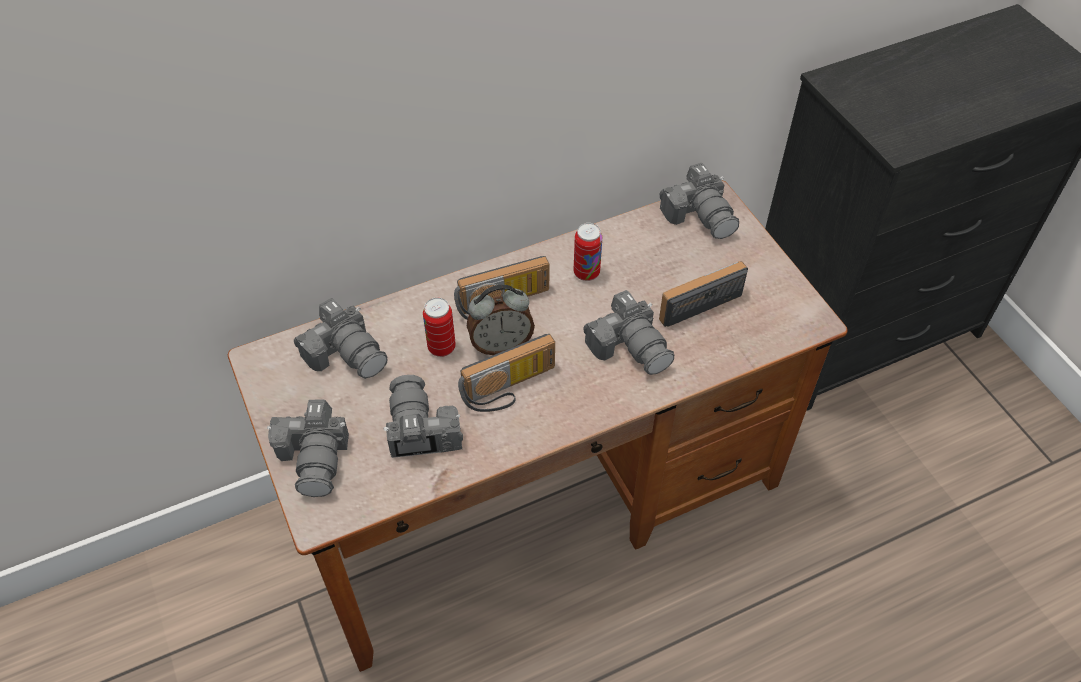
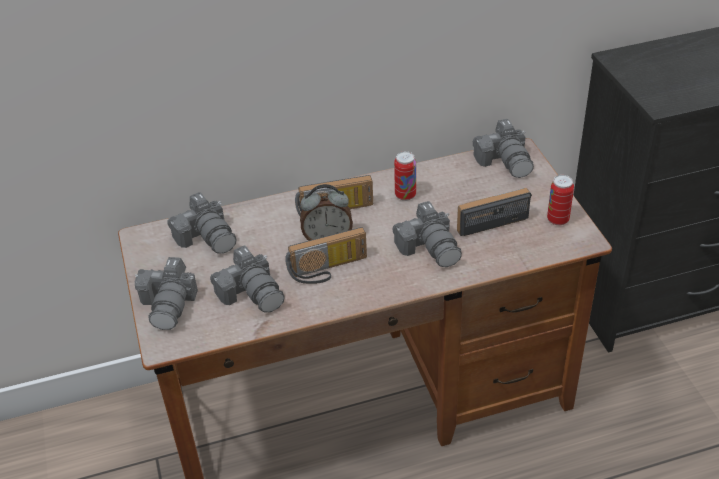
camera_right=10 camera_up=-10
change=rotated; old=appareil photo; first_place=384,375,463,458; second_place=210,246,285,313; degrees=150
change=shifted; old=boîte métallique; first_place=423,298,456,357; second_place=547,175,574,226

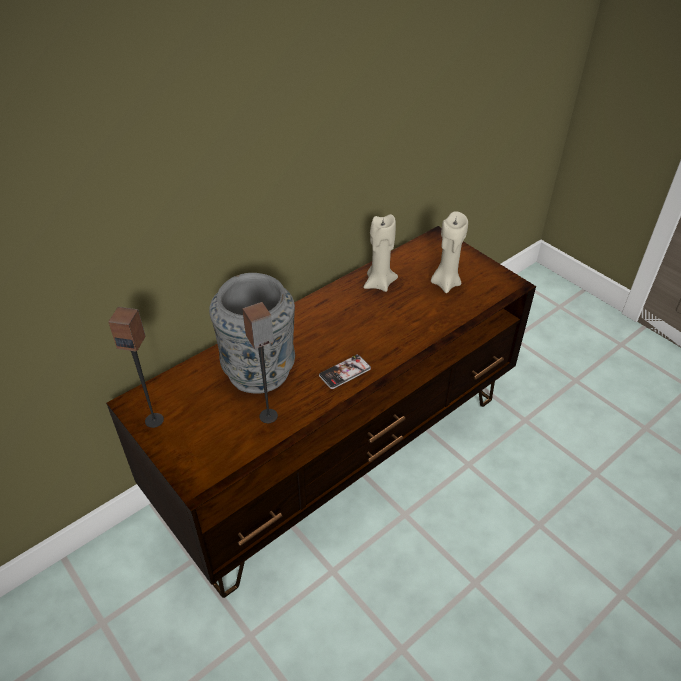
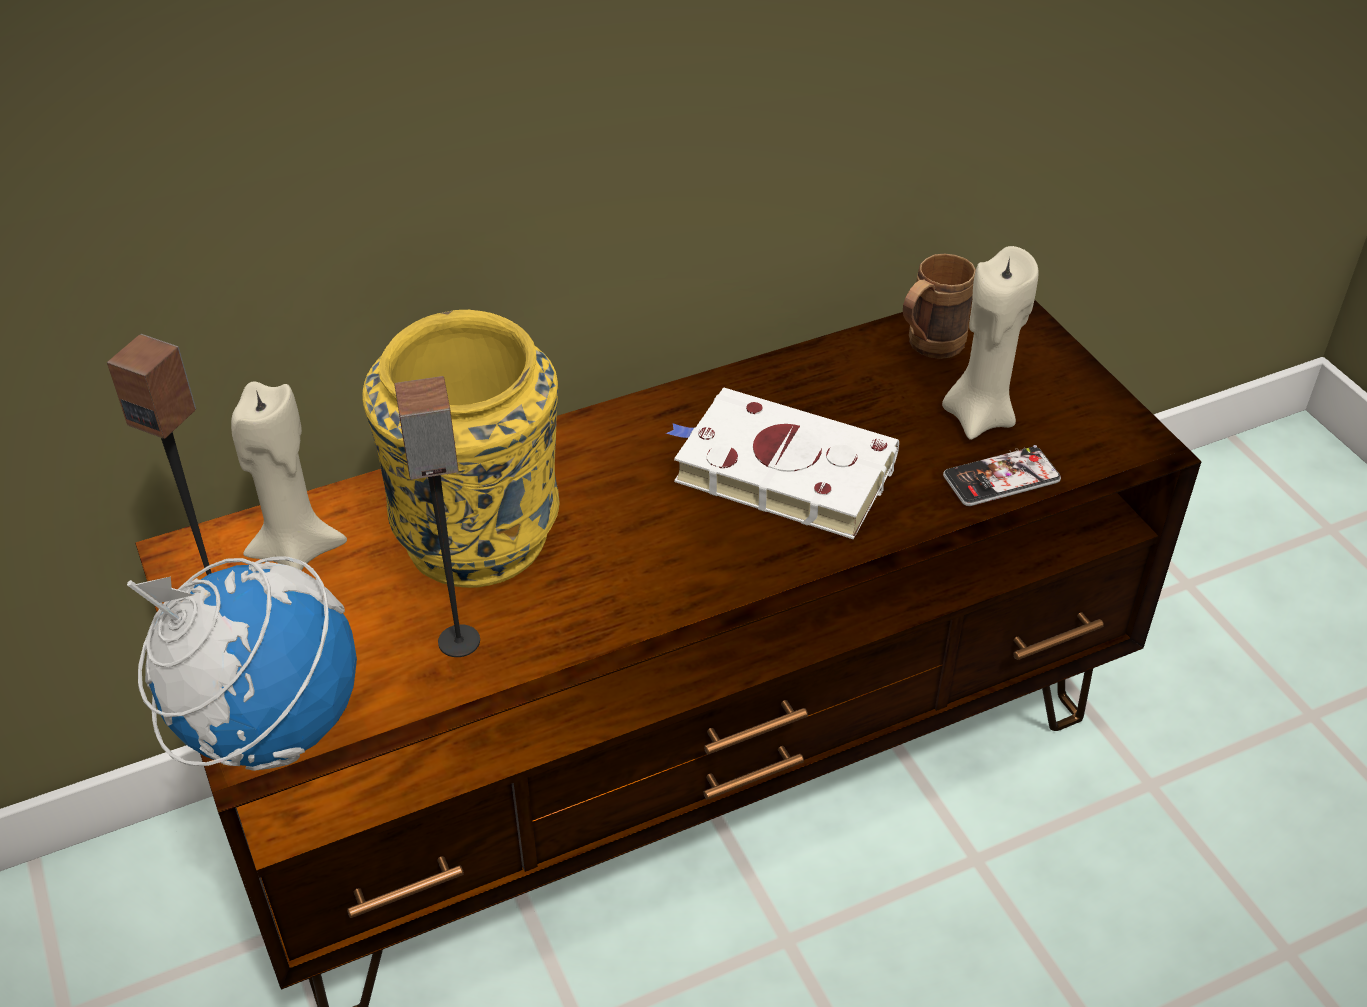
camera_right=15 camera_up=0
change=new; new=globe; second_place=127,556,357,771
change=shifted; old=bougie/beige; first_place=364,214,398,292; second_place=231,382,347,571
change=repainted; old=vase/gris; new=vase/jaune; first_place=209,273,295,394; second_place=362,310,560,588
change=new; new=livre/blanc; second_place=666,387,899,540
change=new; new=mug/marron; second_place=903,254,976,359
change=shifted; old=téléphone; first_place=319,354,371,389; second_place=943,445,1061,506

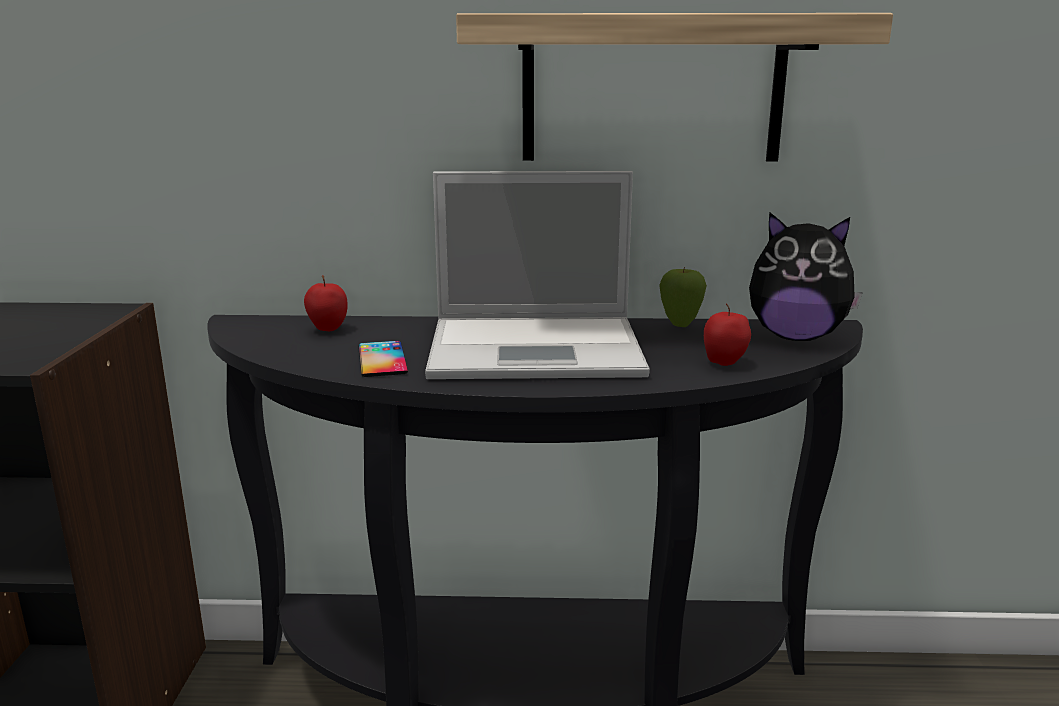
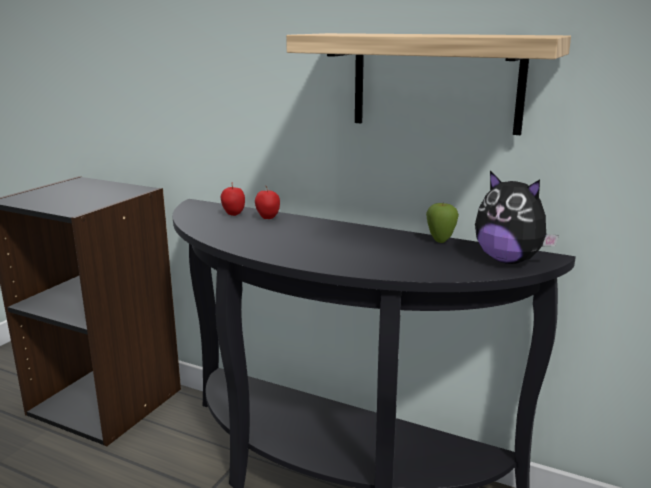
camera_right=25 camera_up=0
change=shifted; old=pomme; first_place=704,304,751,366; second_place=255,186,280,219
change=gone; old=téléphone; first_place=358,341,408,377
change=gone; old=ordinateur portable; first_place=425,171,650,379

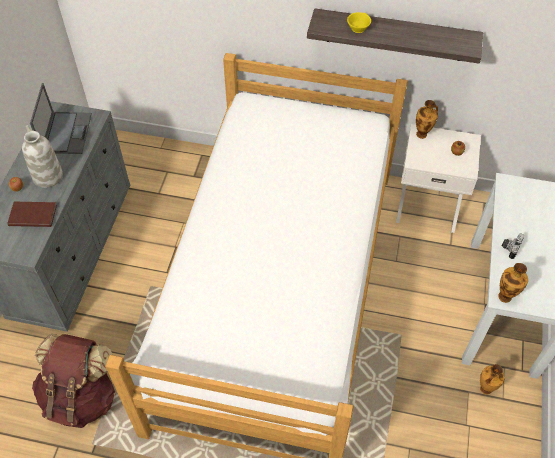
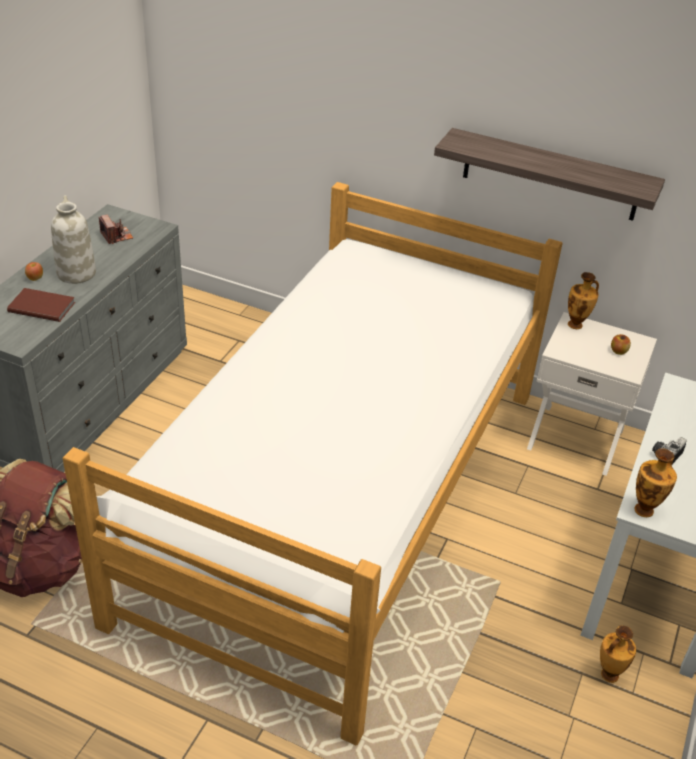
camera_right=10 camera_up=-15
change=swapped; old=ordinateur portable; new=appareil photo; first_place=30,83,92,154; second_place=99,215,133,244
change=gone; old=tasse/jaune; first_place=347,12,371,33

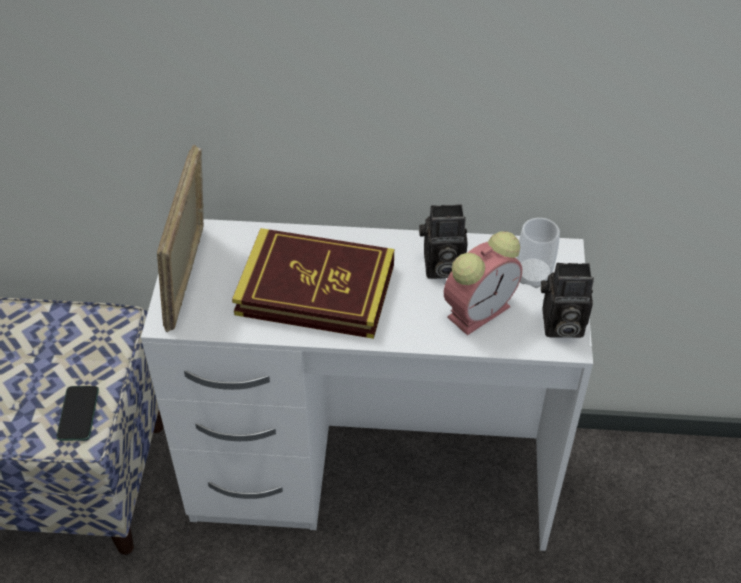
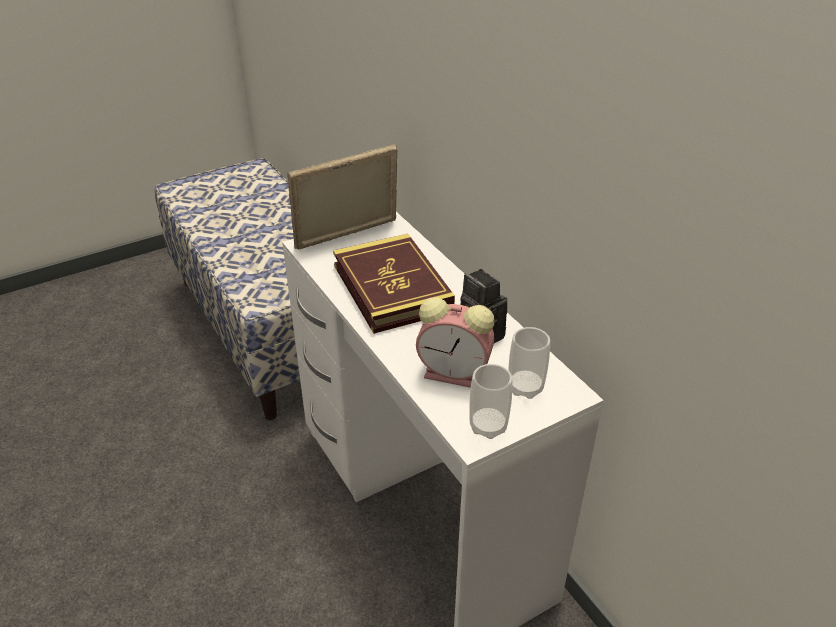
camera_right=55 camera_up=-10
change=swapped; old=appareil photo; new=tasse; first_place=541,263,594,338; second_place=469,364,512,439
change=gone; old=téléphone; first_place=57,386,99,441

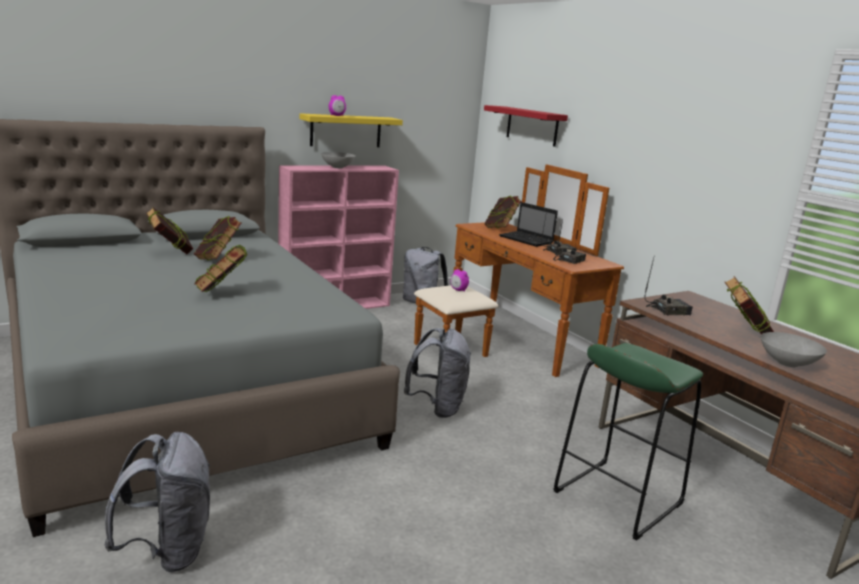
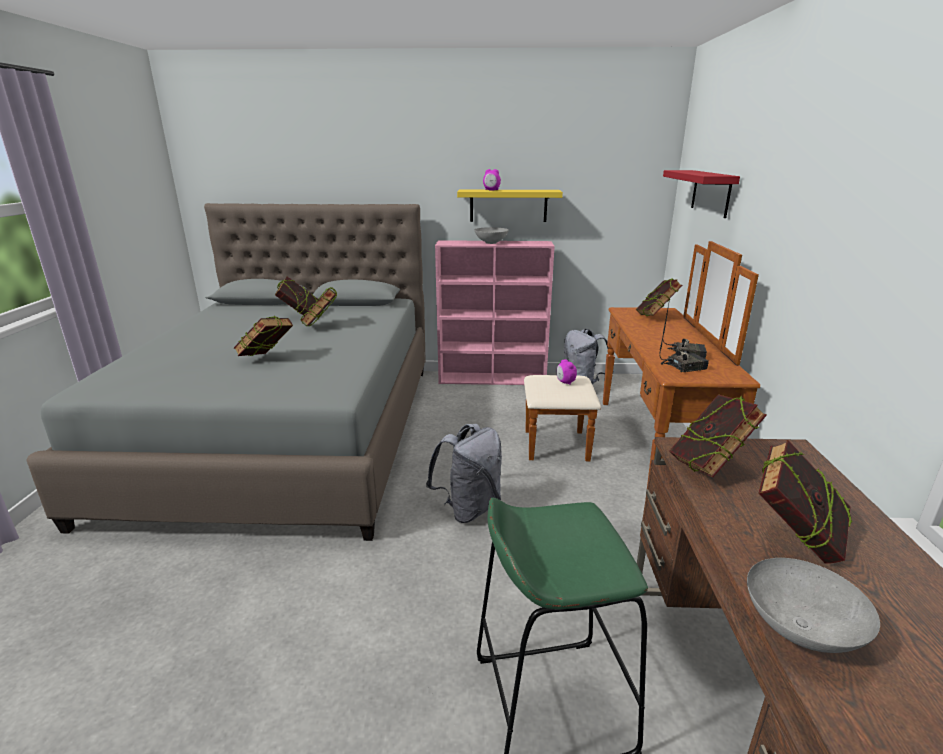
camera_right=35 camera_up=5
change=swapped; old=radio; new=livre; first_place=645,258,693,315; second_place=669,394,767,478
change=gone; old=sac à dos/gris; first_place=104,432,211,572
change=gone; old=ordinateur portable; first_place=499,202,558,247

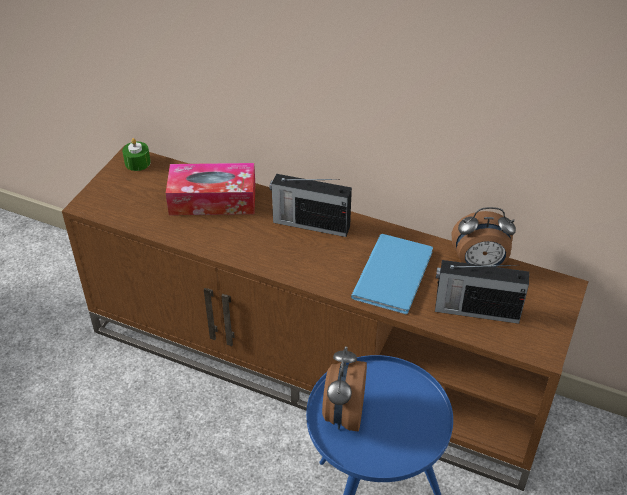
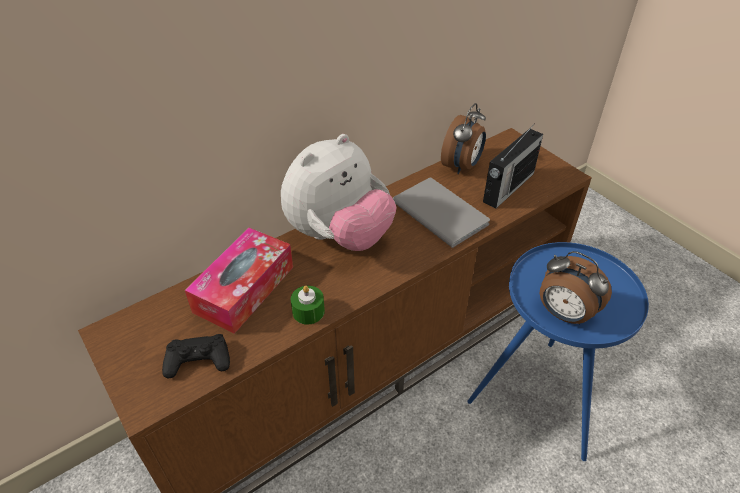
camera_right=-60 camera_up=0
change=new; new=manette/noir; second_place=162,334,230,378
change=swapped; old=radio; new=peluche; first_place=269,174,352,237; second_place=281,134,396,251
change=shifted; old=bougie/vert; first_place=122,138,151,171; second_place=291,285,325,325
change=repainted; old=livre/bleu; new=livre/gris; first_place=351,234,433,314; second_place=393,178,490,248

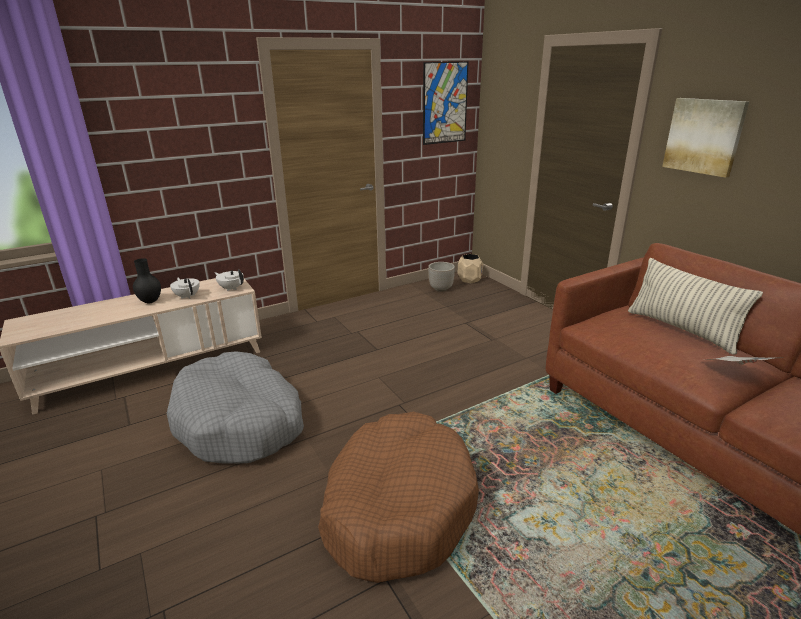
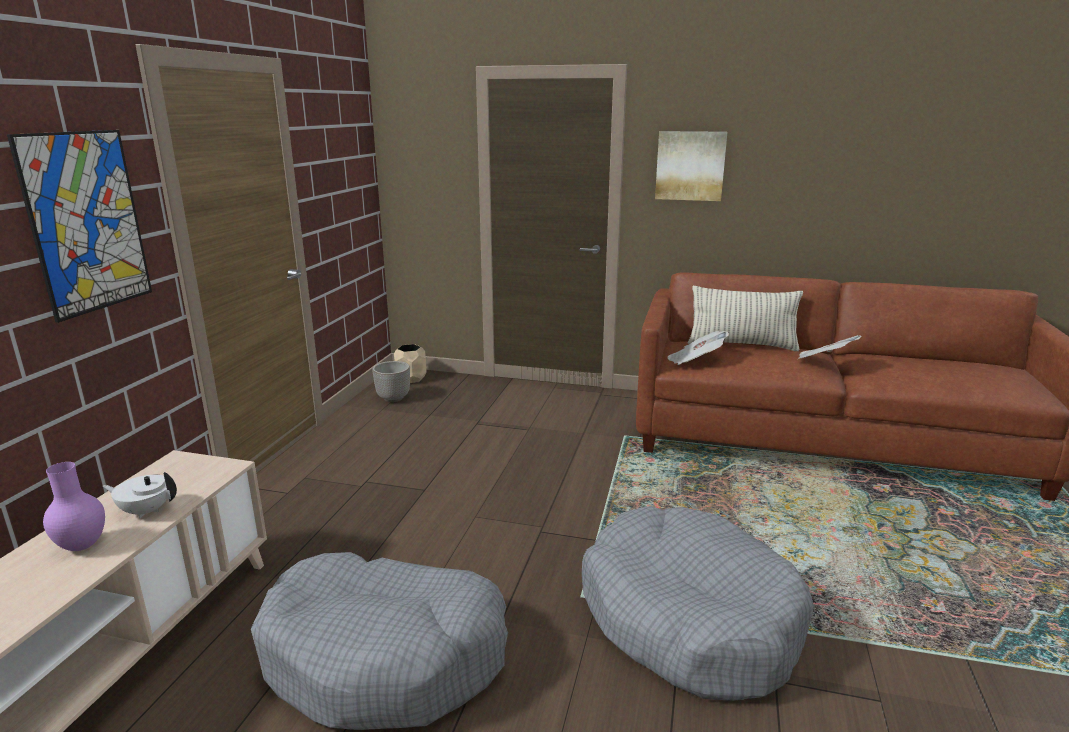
camera_right=-45 camera_up=-5
change=shifted; old=tableau; first_place=423,62,468,145; second_place=7,130,152,323
change=repainted; old=vase/noir; new=vase/violet; first_place=133,258,161,303; second_place=43,462,105,551
change=repainted; old=panier pour chien/marron; new=panier pour chien/gris; first_place=318,412,479,583; second_place=582,506,814,701
change=new; new=journal; second_place=667,331,729,365
change=gone; old=théière/blanc; first_place=215,269,244,291

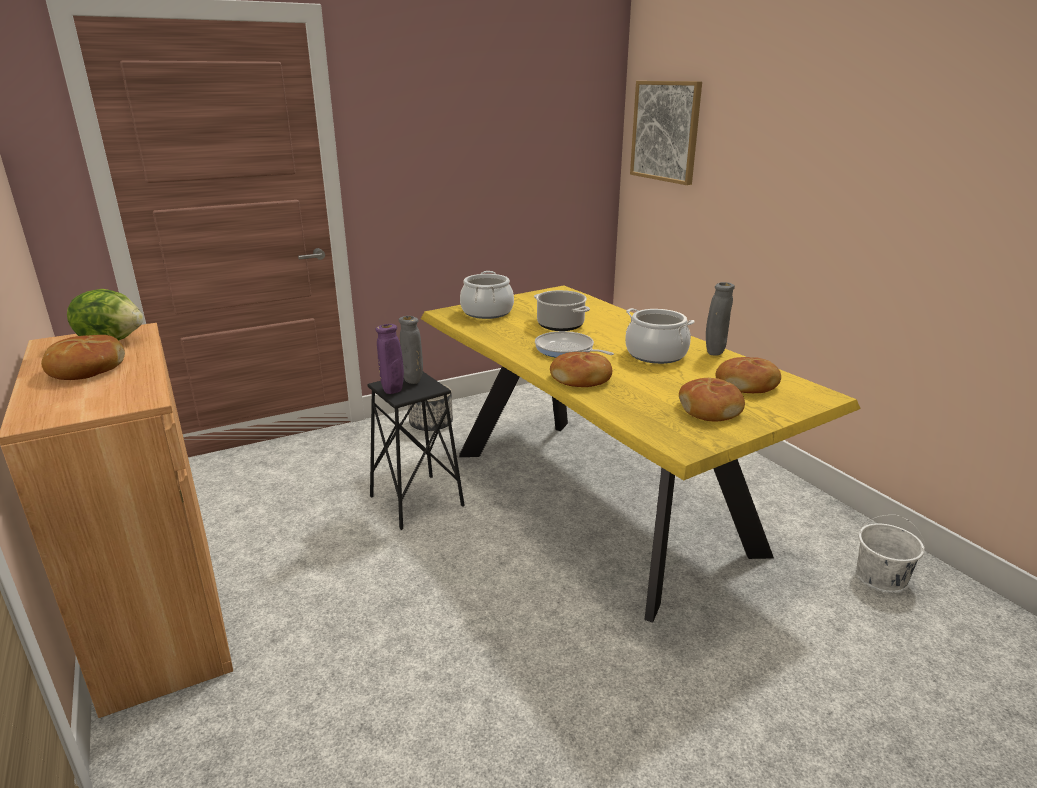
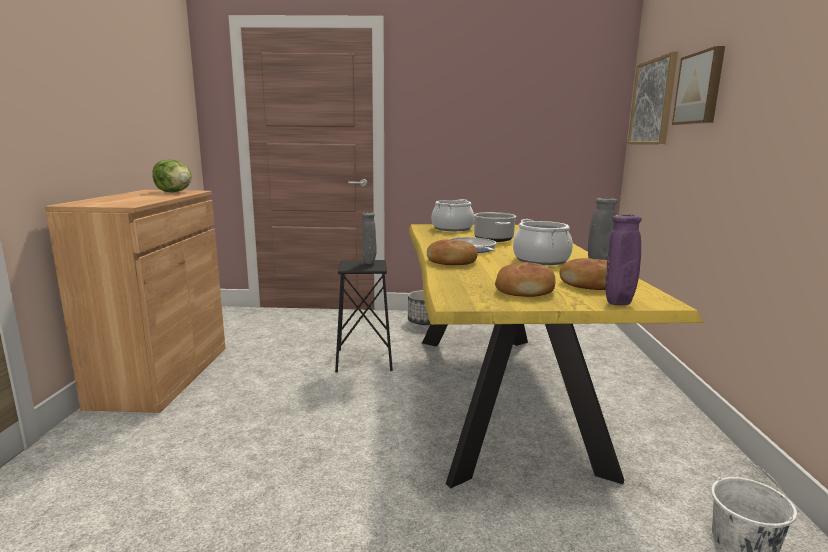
camera_right=30 camera_up=-10
change=shifted; old=vase/violet; first_place=376,324,404,394; second_place=605,215,642,305
change=new; new=tableau; second_place=672,46,725,125
change=gone; old=pain; first_place=41,335,125,380

